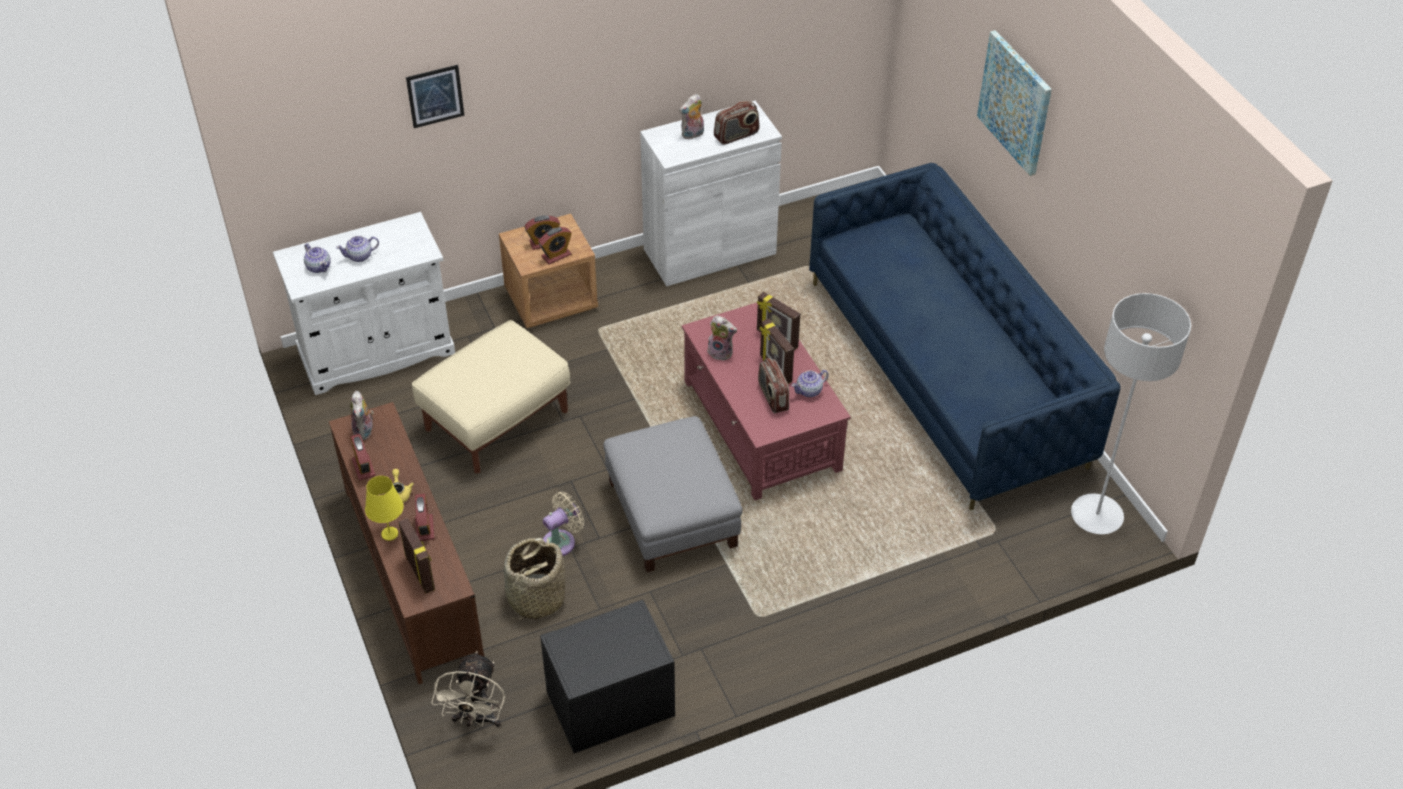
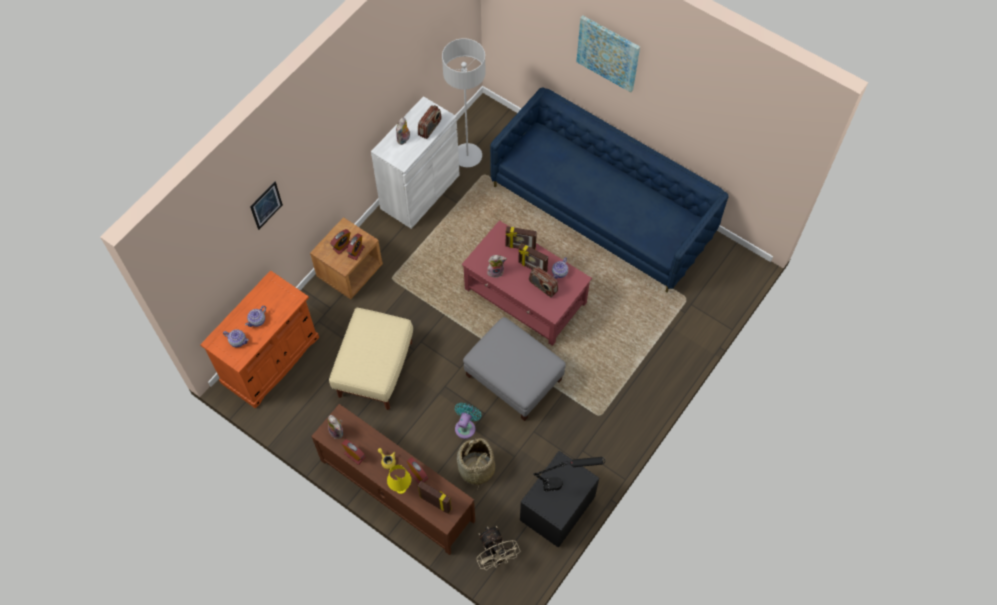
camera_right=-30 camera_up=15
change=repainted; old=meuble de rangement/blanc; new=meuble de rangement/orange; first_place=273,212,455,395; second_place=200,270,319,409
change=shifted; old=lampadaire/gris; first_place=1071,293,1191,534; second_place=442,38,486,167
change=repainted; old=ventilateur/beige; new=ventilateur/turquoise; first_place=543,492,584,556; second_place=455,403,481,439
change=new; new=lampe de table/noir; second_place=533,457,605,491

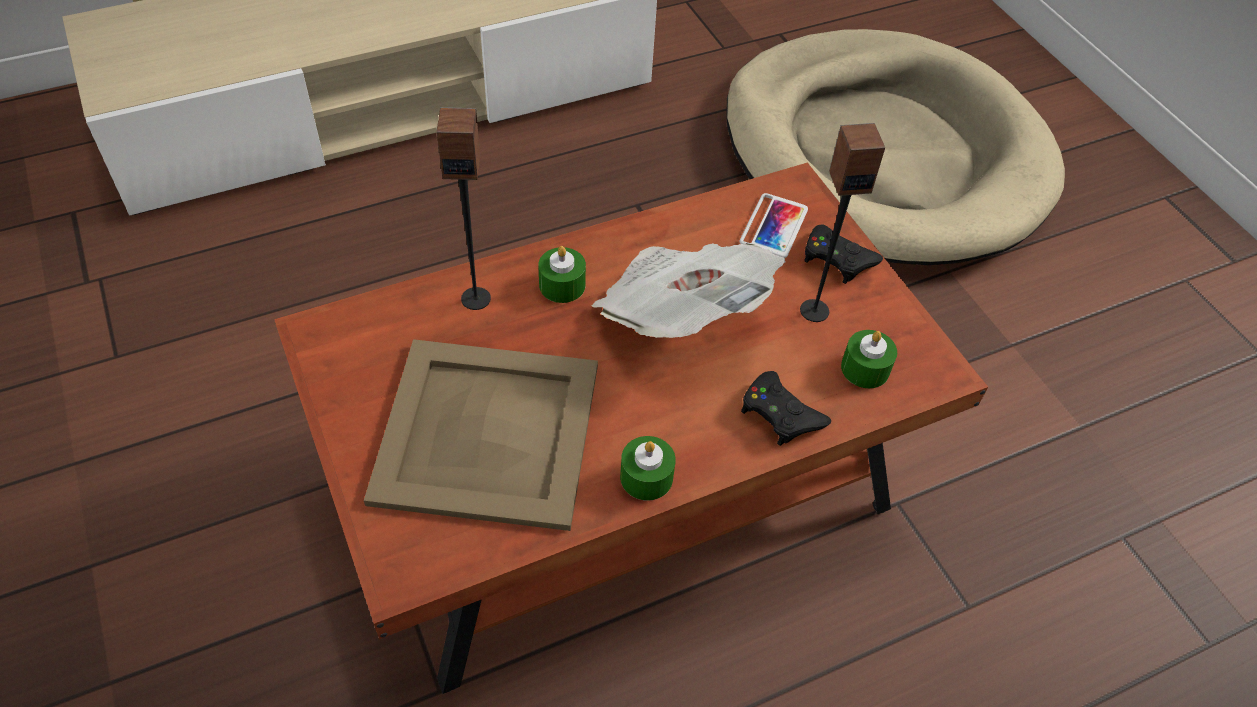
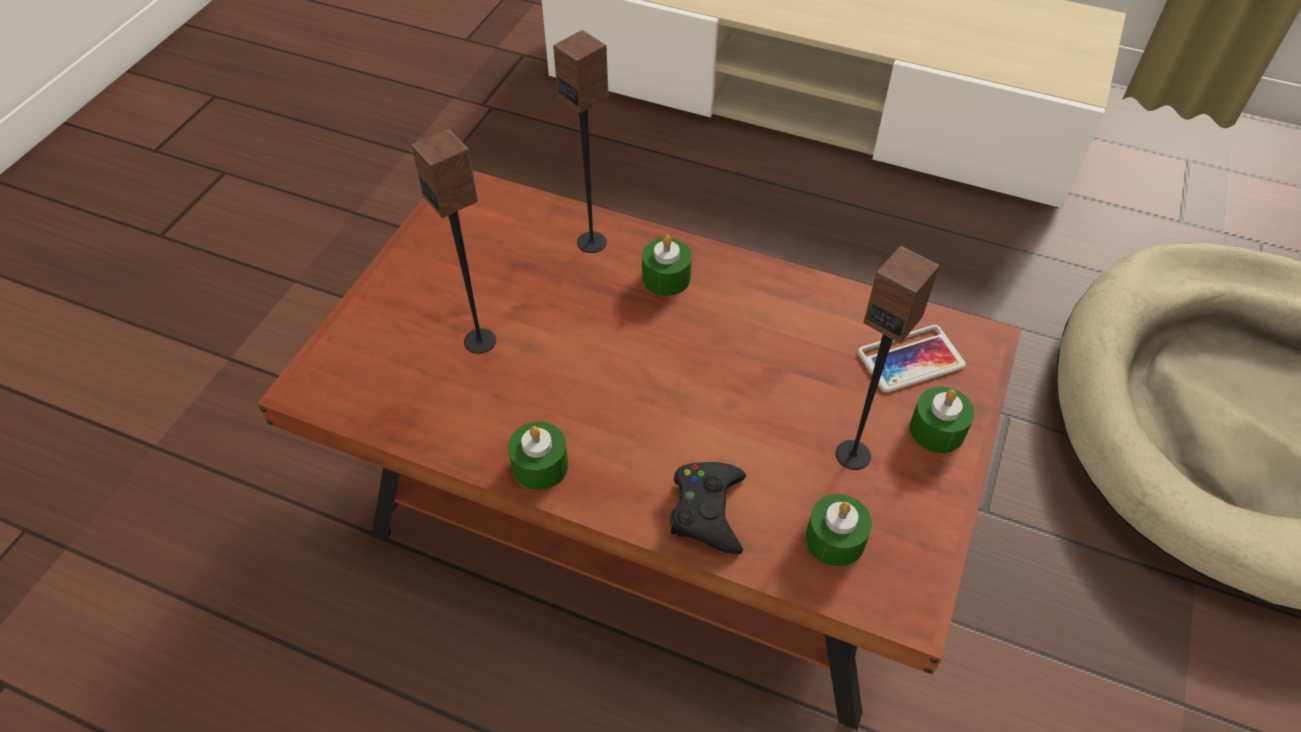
camera_right=50 camera_up=0
change=swapped; old=plateau/beige; new=enceinte; first_place=364,339,598,531; second_place=411,129,496,354
change=swapped; old=manette/noir; new=bougie/vert; first_place=804,224,883,284; second_place=910,387,974,453
change=gone; old=journal; first_place=592,243,786,338

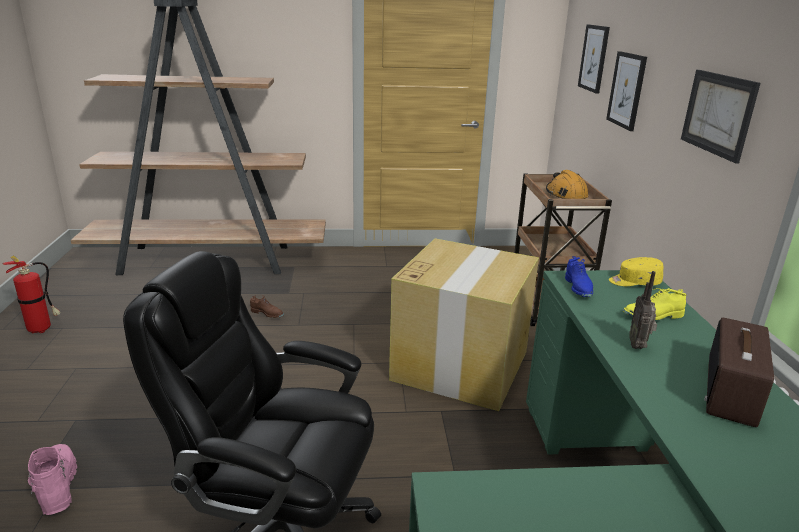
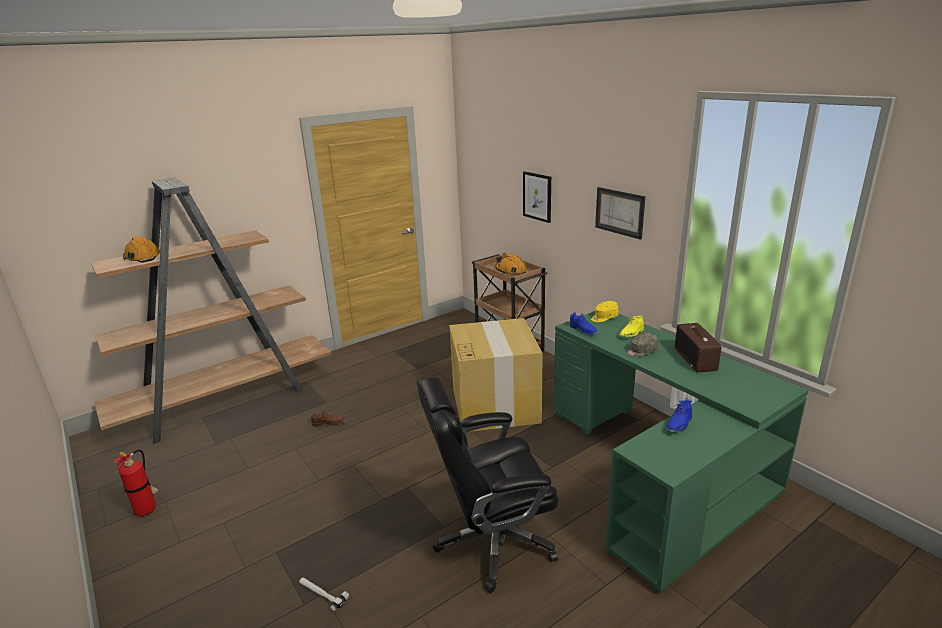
camera_right=-30 camera_up=0
change=new; new=casque de chantier/orange; second_place=123,236,160,263
change=swapped; old=botte/rose; new=marteau; first_place=28,444,77,515; second_place=299,578,349,611
change=swapped; old=radio; new=casquette/gris; first_place=629,271,657,349; second_place=626,333,658,357
change=new; new=chaussure/bleu; second_place=666,398,692,432
change=gone; old=tableau; first_place=578,24,610,94

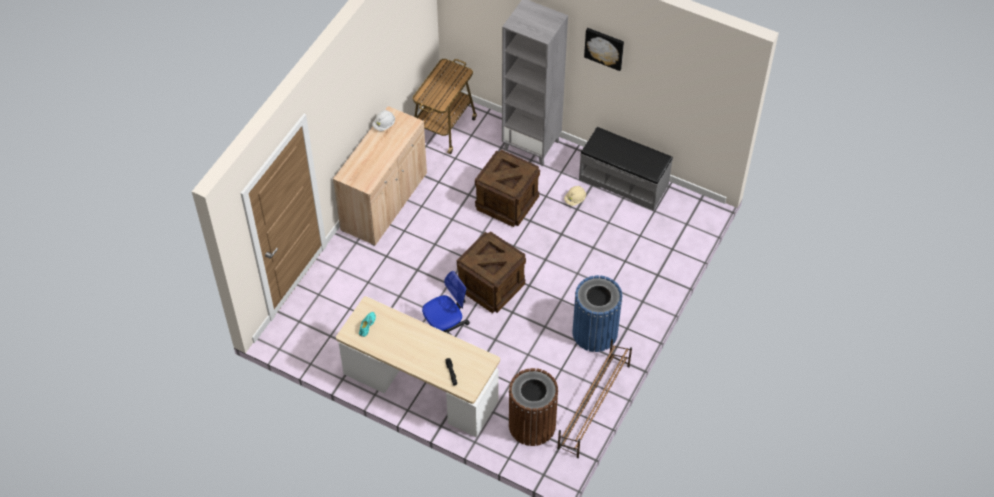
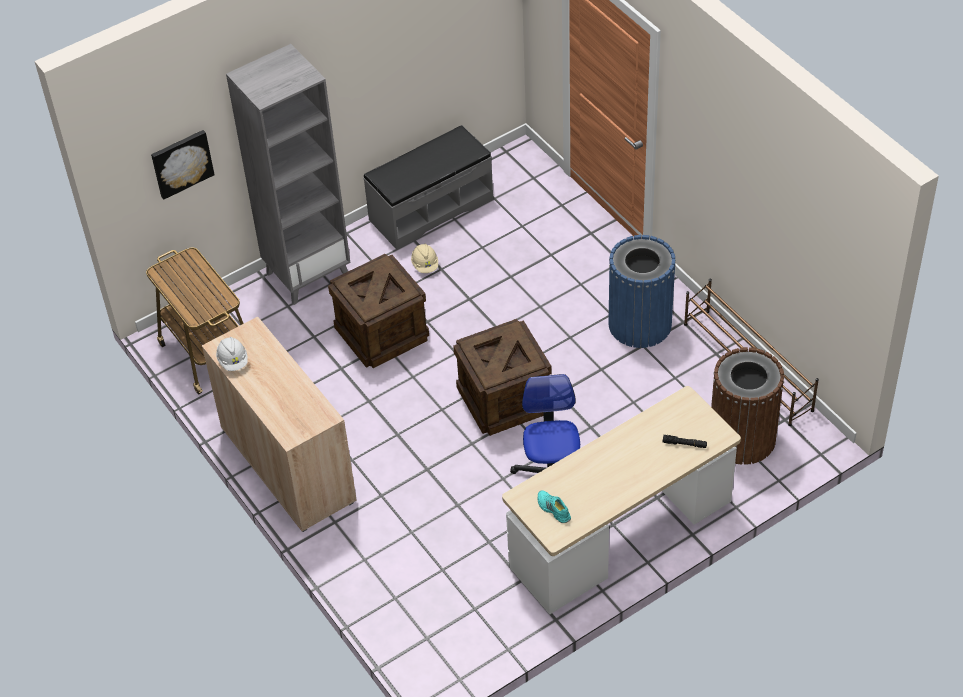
camera_right=-60 camera_up=-5
change=shifted; old=tableau; first_place=584,28,624,71; second_place=151,130,215,200

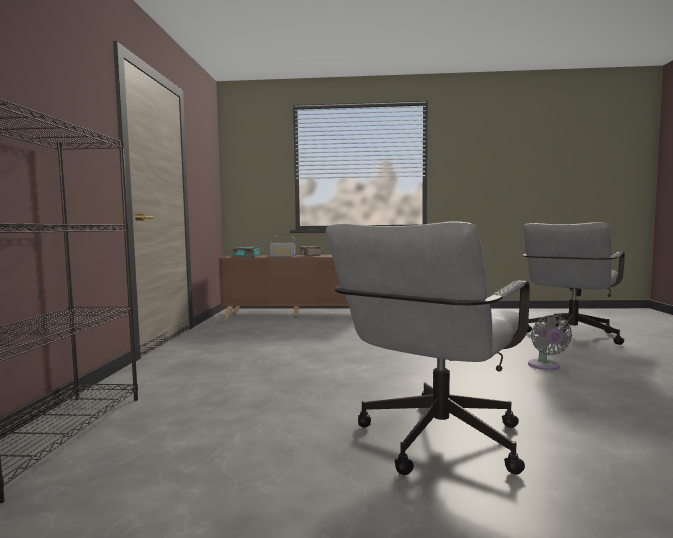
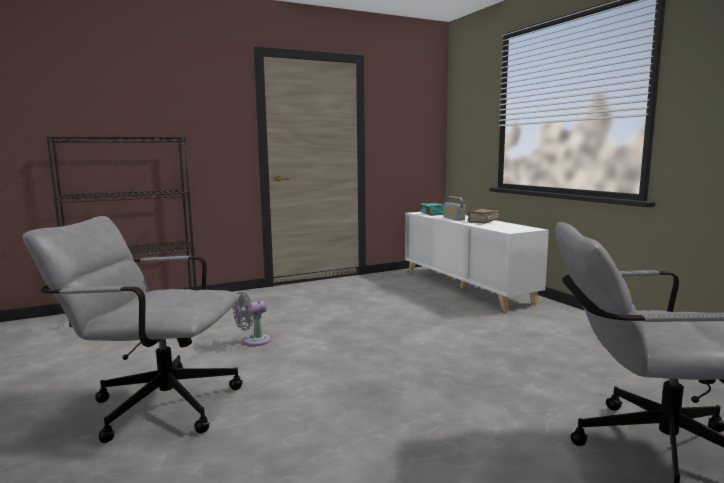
camera_right=60 camera_up=5
change=shifted; old=ventilateur/gris; first_place=528,315,572,370; second_place=233,292,271,346
change=repainted; old=meuble de rangement/marron; new=meuble de rangement/blanc; first_place=219,255,349,319; second_place=405,212,549,312

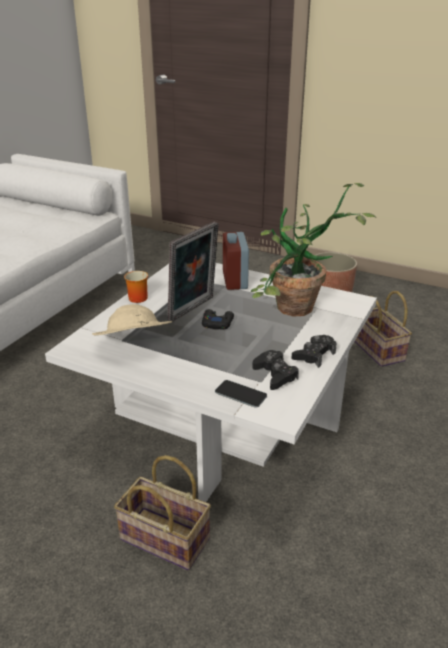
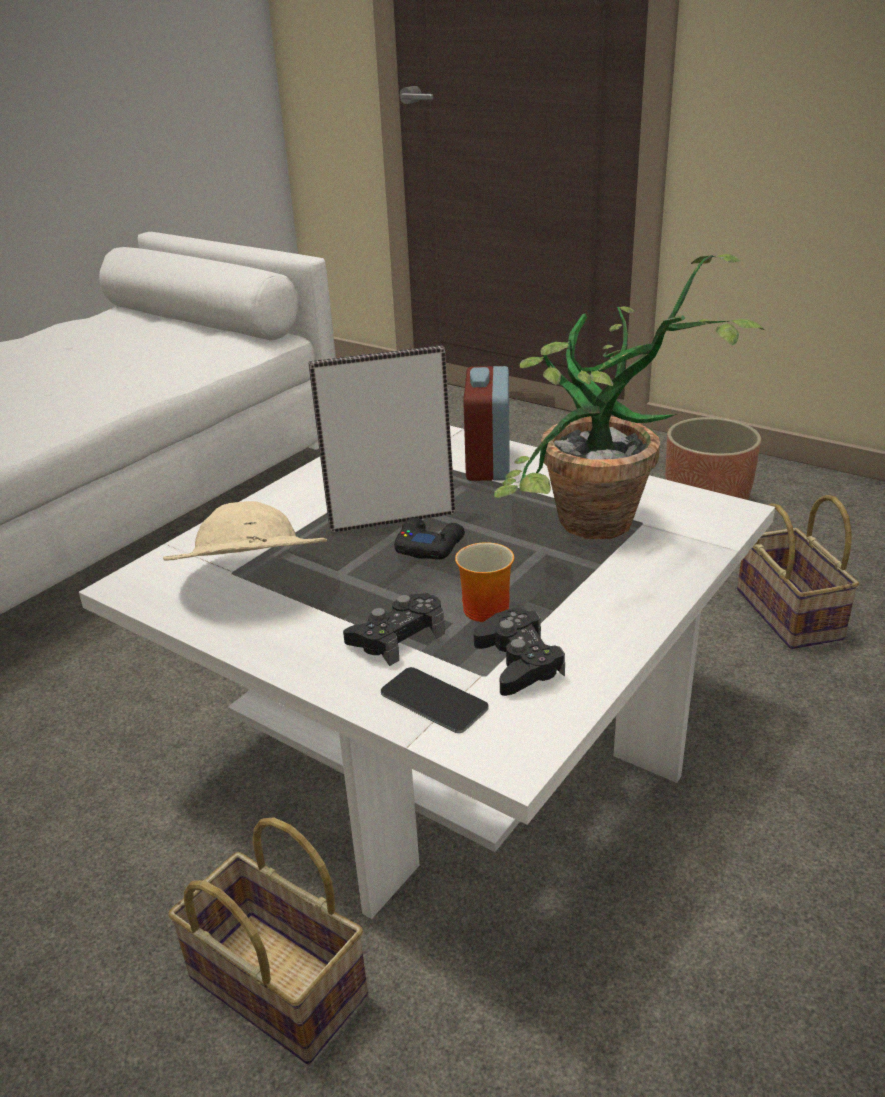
camera_right=10 camera_up=0
change=rotated; old=cadre photo; first_place=168,222,219,322; second_place=308,346,455,533; degrees=-150
change=shifted; old=manette/noir; first_place=291,335,336,368; second_place=343,593,445,666
change=shifted; old=mug; first_place=124,271,148,303; second_place=455,542,514,622

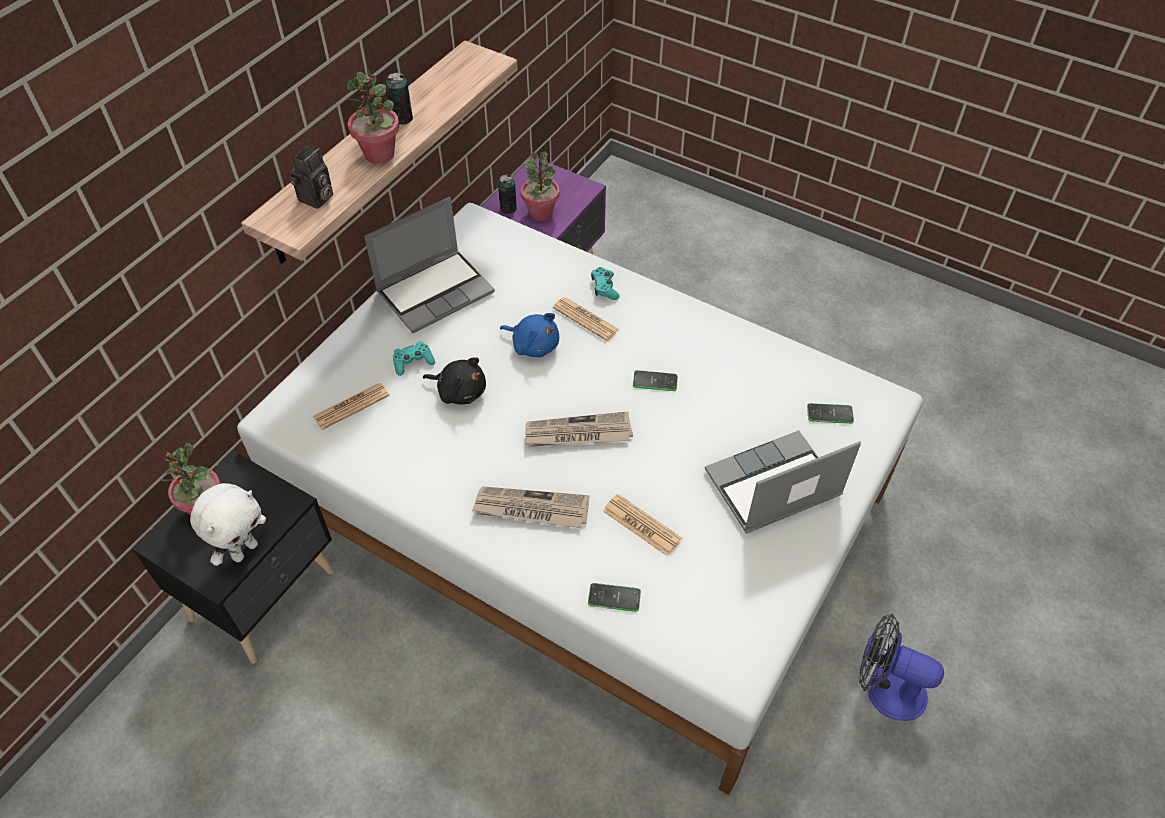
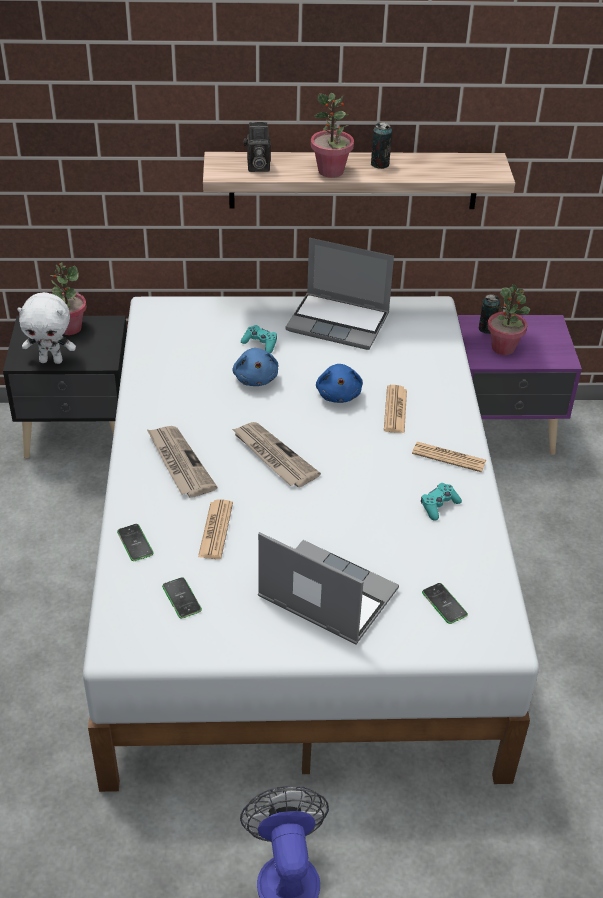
camera_right=55 camera_up=-10
change=shifted; old=téléphone; first_place=633,370,678,391; second_place=162,577,202,619
change=repainted; old=peluche/noir; new=peluche/bleu; first_place=423,357,486,405; second_place=232,348,278,386
change=shifted; old=journal; first_place=313,383,389,430; second_place=412,442,486,472
change=shifted; old=manette/turquoise; first_place=591,267,620,300; second_place=421,483,462,521

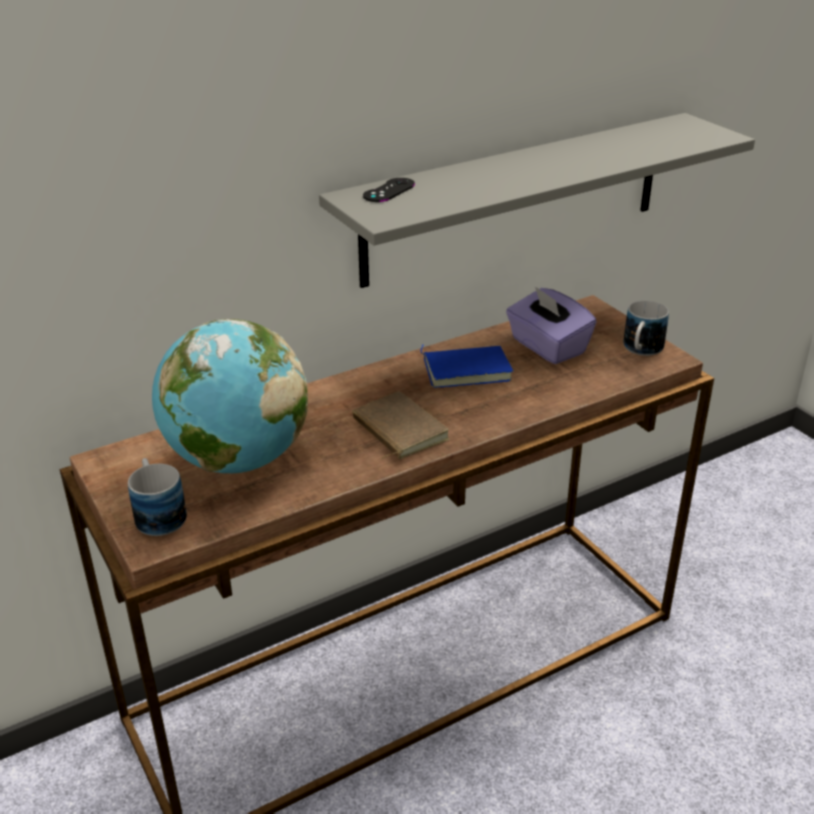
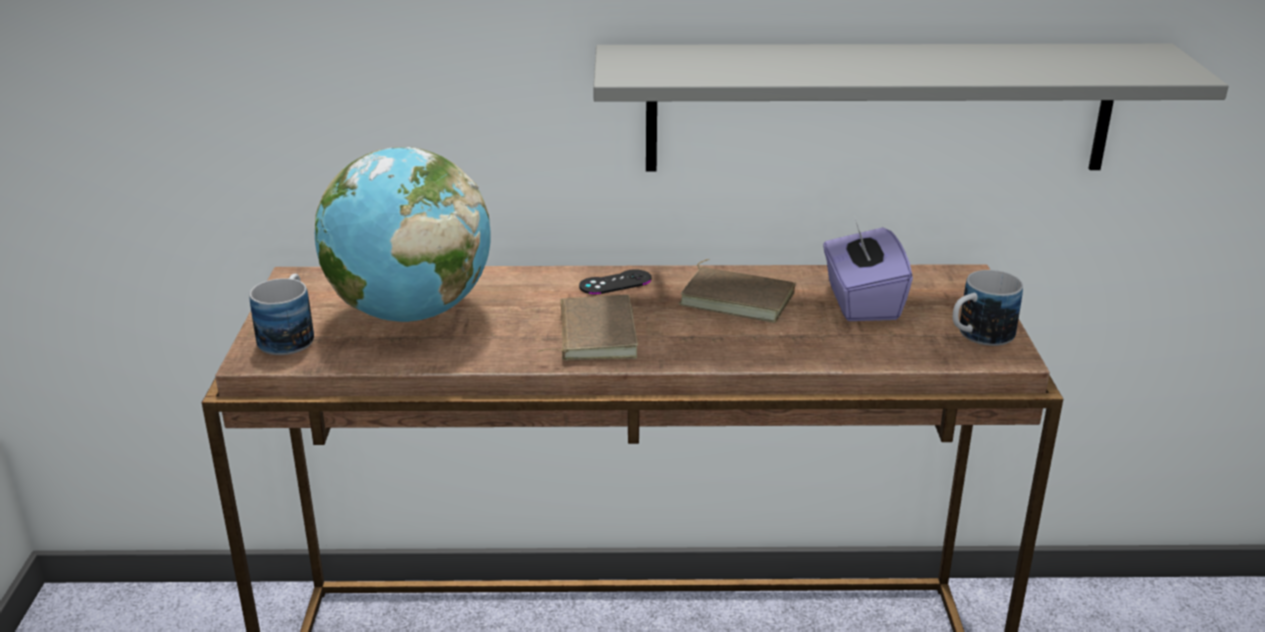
camera_right=30 camera_up=-5
change=shifted; old=manette/noir; first_place=363,178,415,202; second_place=579,269,652,294
change=repainted; old=livre/bleu; new=livre/marron; first_place=420,344,513,388; second_place=678,259,796,323

